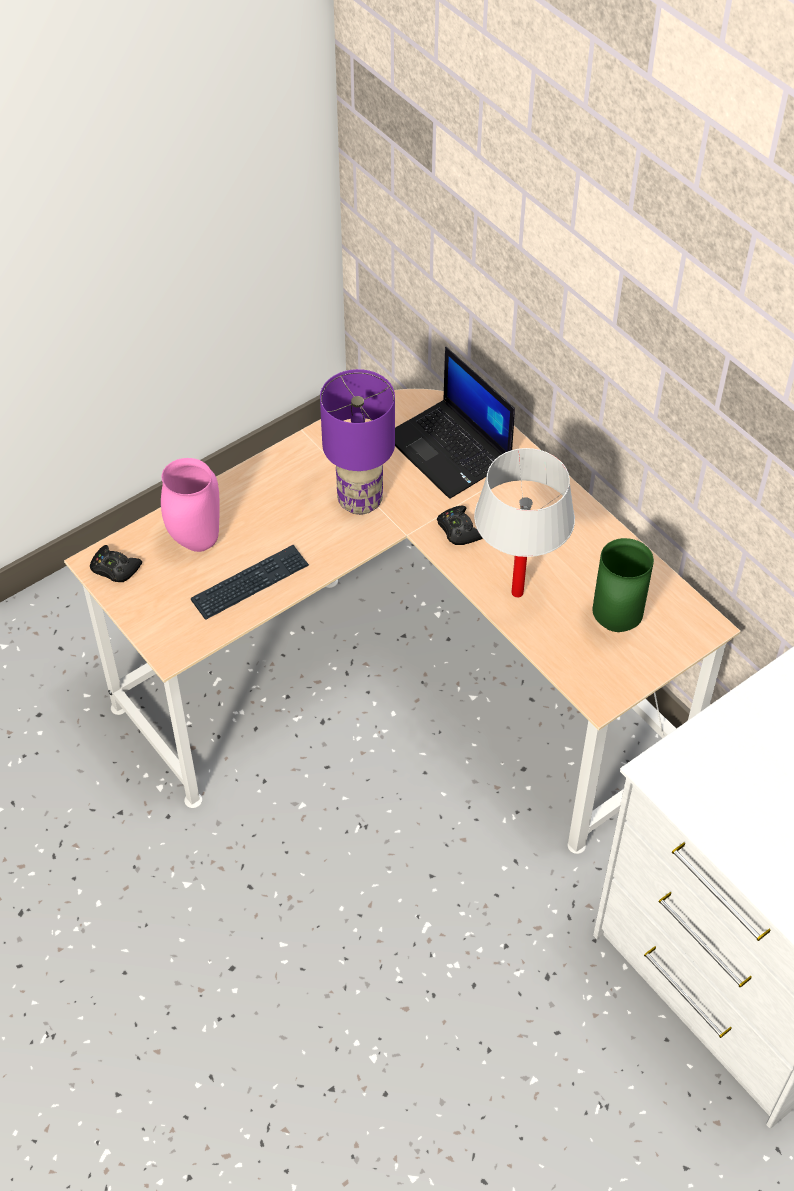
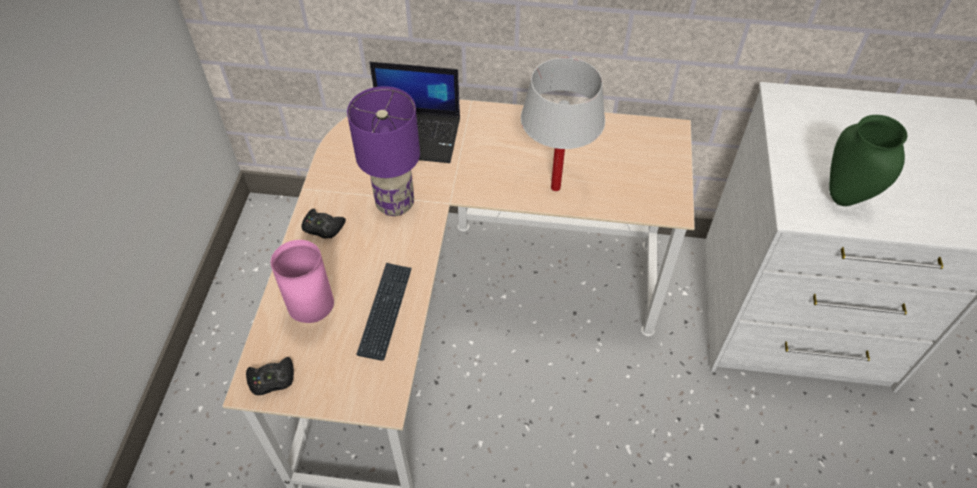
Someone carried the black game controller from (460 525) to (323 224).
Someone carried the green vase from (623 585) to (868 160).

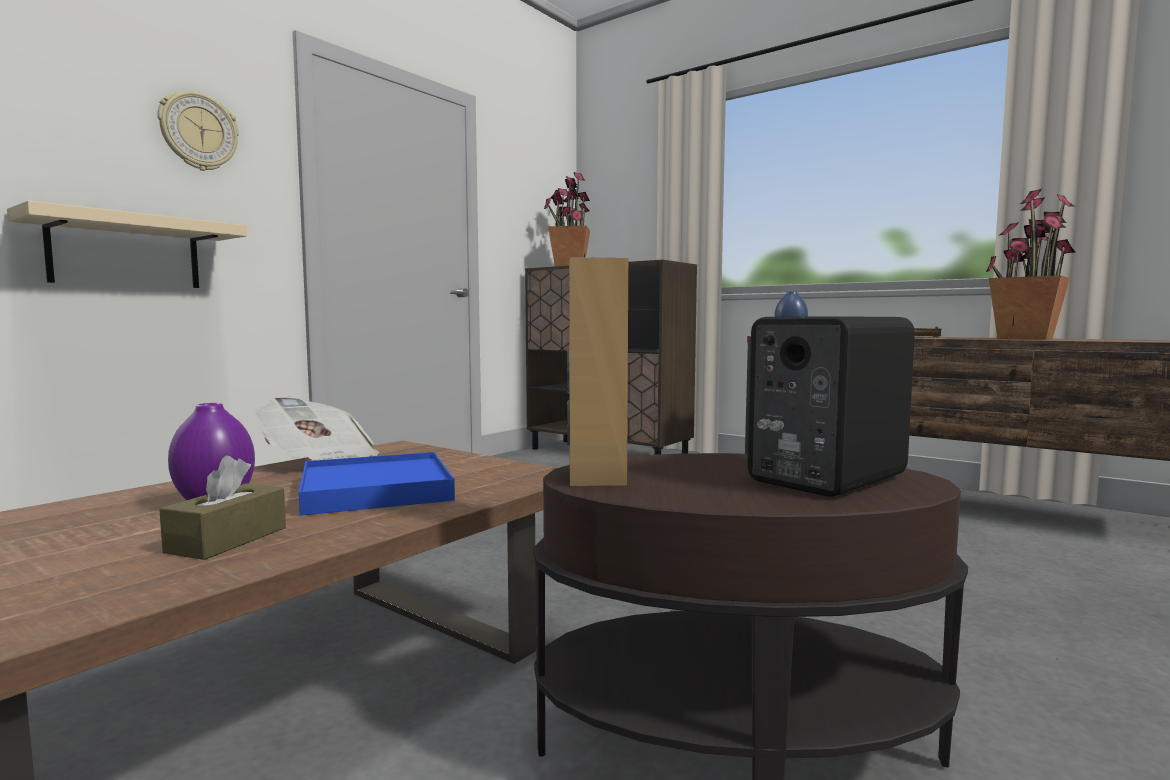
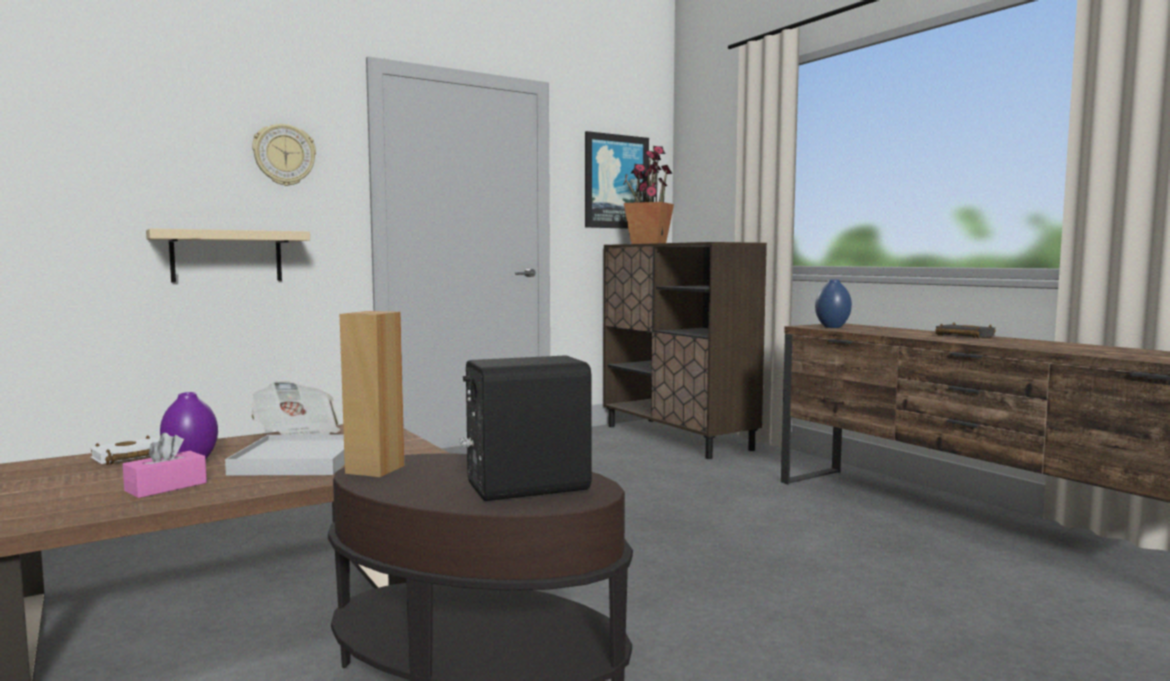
Someone repainted the brown tissue box at (222 508), which became the pink tissue box at (165 465).
Someone repainted the blue tray at (377 484), which became the white tray at (285 455).
Someone took away the potted plant at (1031 264).
Someone put down the white book at (124 450).
Someone put up the picture at (617 180).

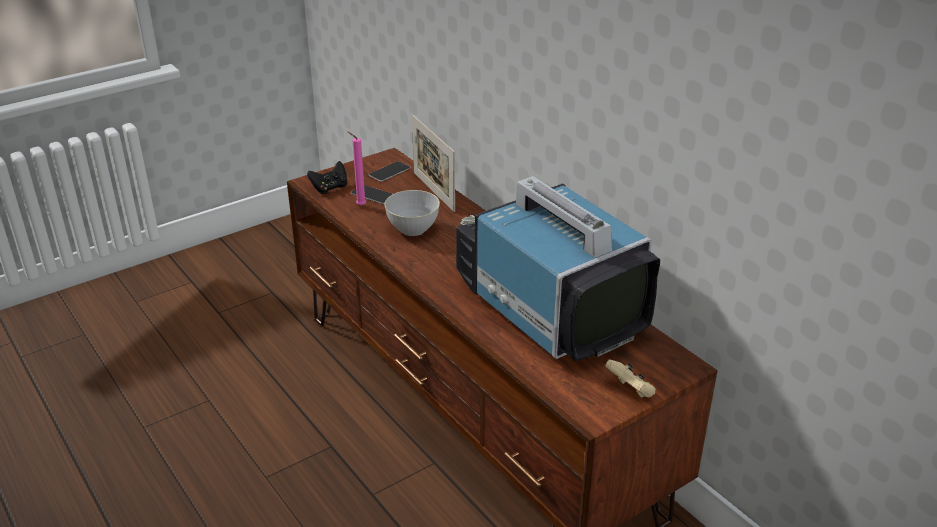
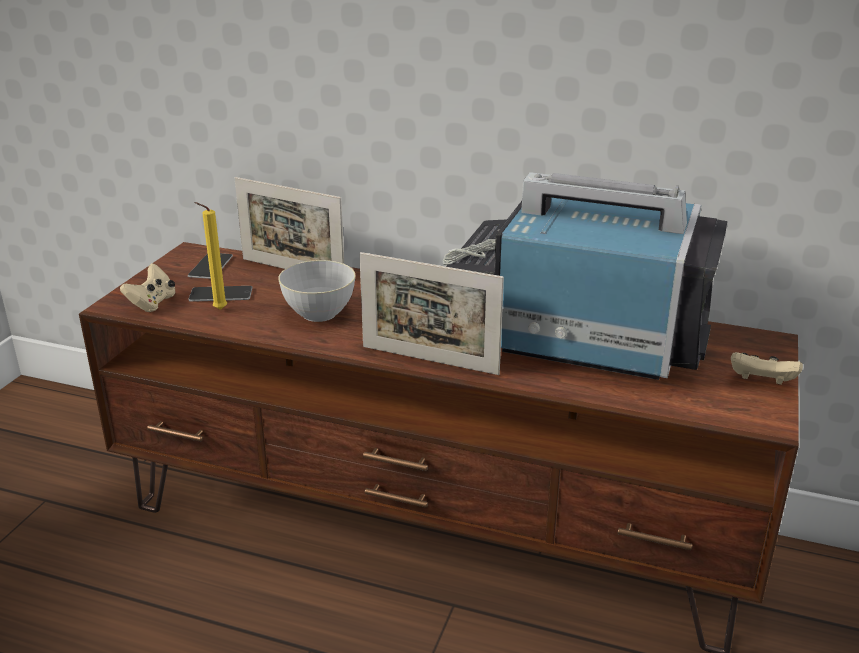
Someone repainted the black game controller at (327 177), which became the beige game controller at (148 287).
Someone repainted the pink candle at (357 169), which became the yellow candle at (211 256).
Someone put down the picture frame at (431 313).

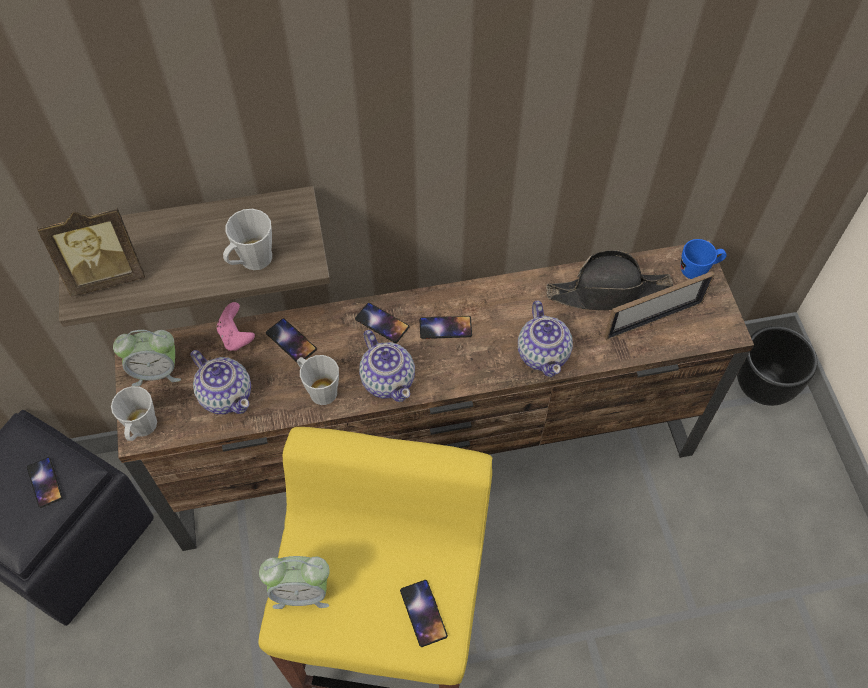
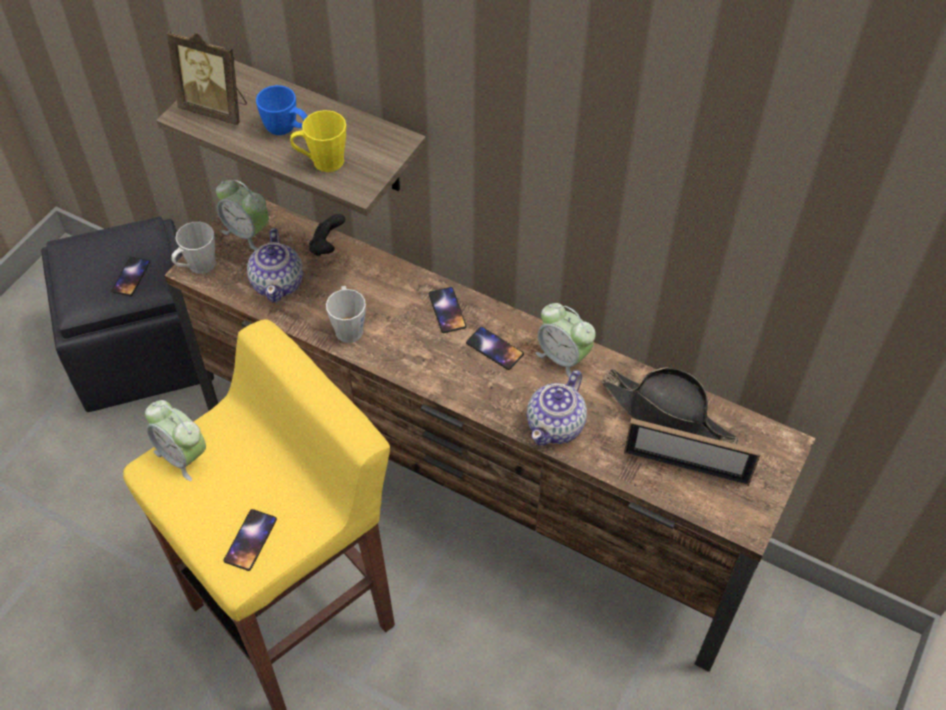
Someone repainted the pink game controller at (236 326), which became the black game controller at (327 235).
Someone repainted the grey mug at (247 239), which became the yellow mug at (318 141).
Someone took away the phone at (291 340).
Someone took away the teapot at (387 366).
Someone carried the blue mug from (704 259) to (282 110).
Someone took away the black planter at (777 366).
Someone put down the alarm clock at (565 340).

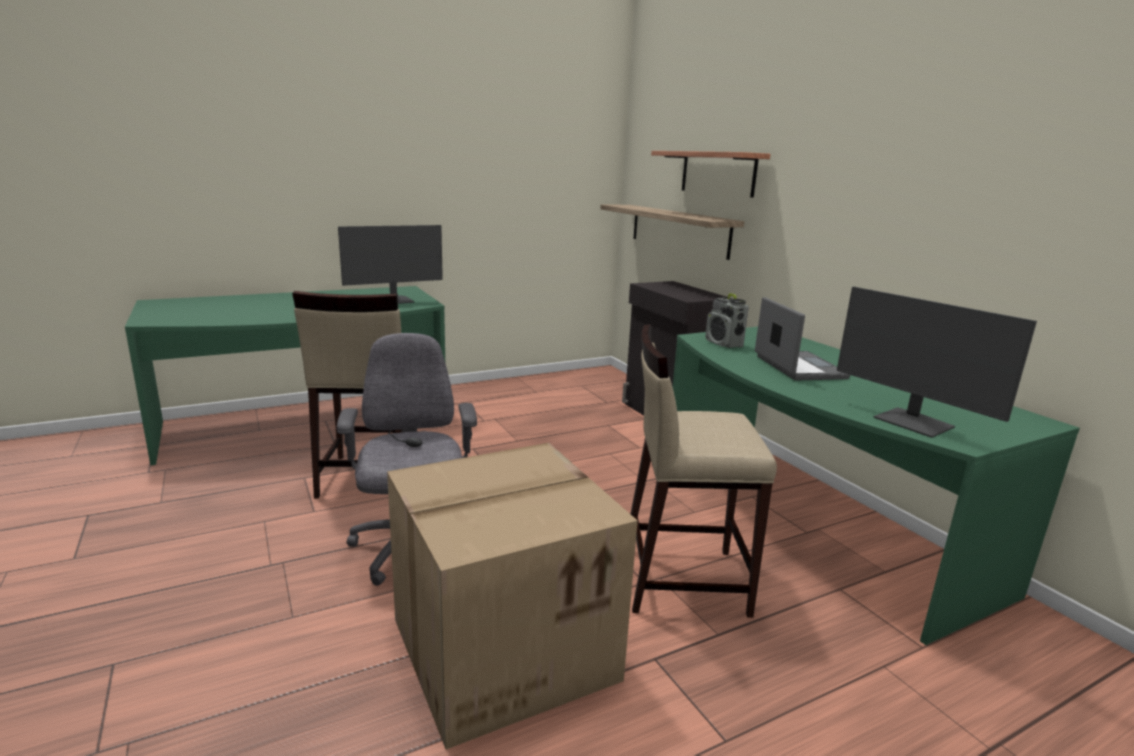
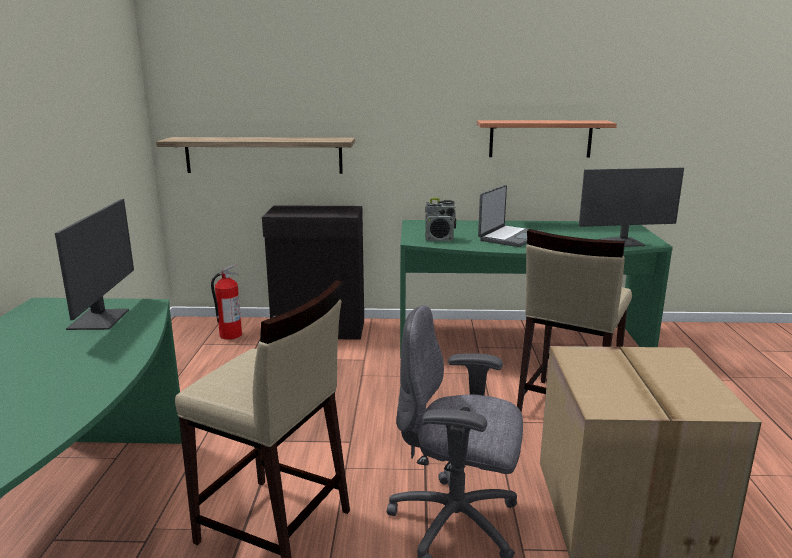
Someone carried the shelf from (711 174) to (547 139).
Someone rotated the laptop at (802 339) by 105 degrees clockwise.
Someone put down the fire extinguisher at (226 302).

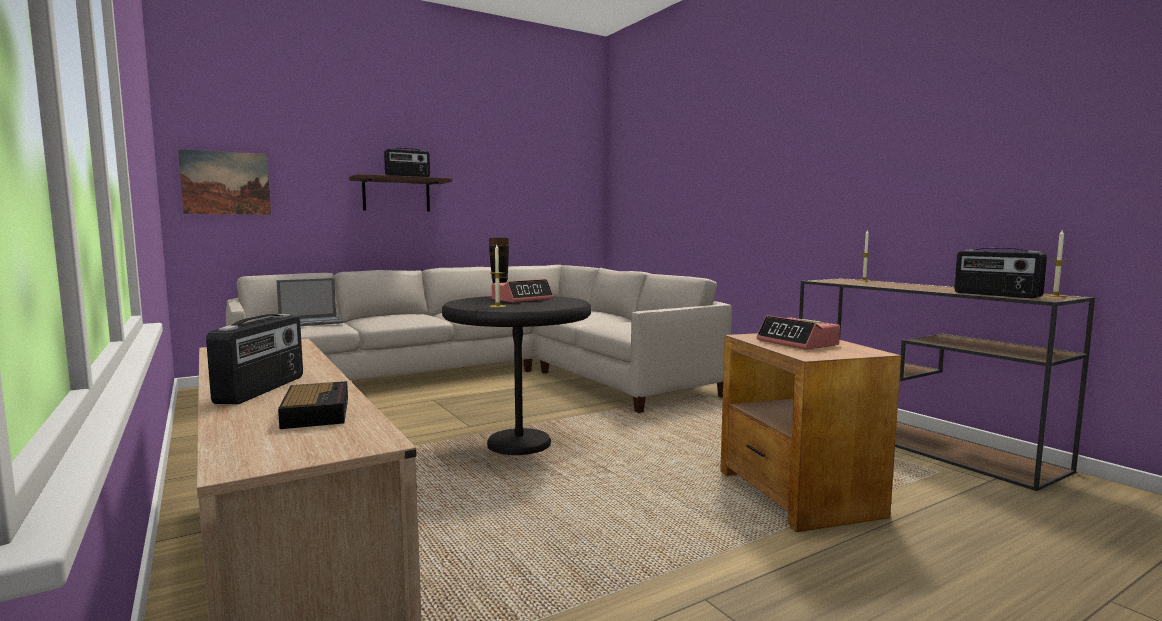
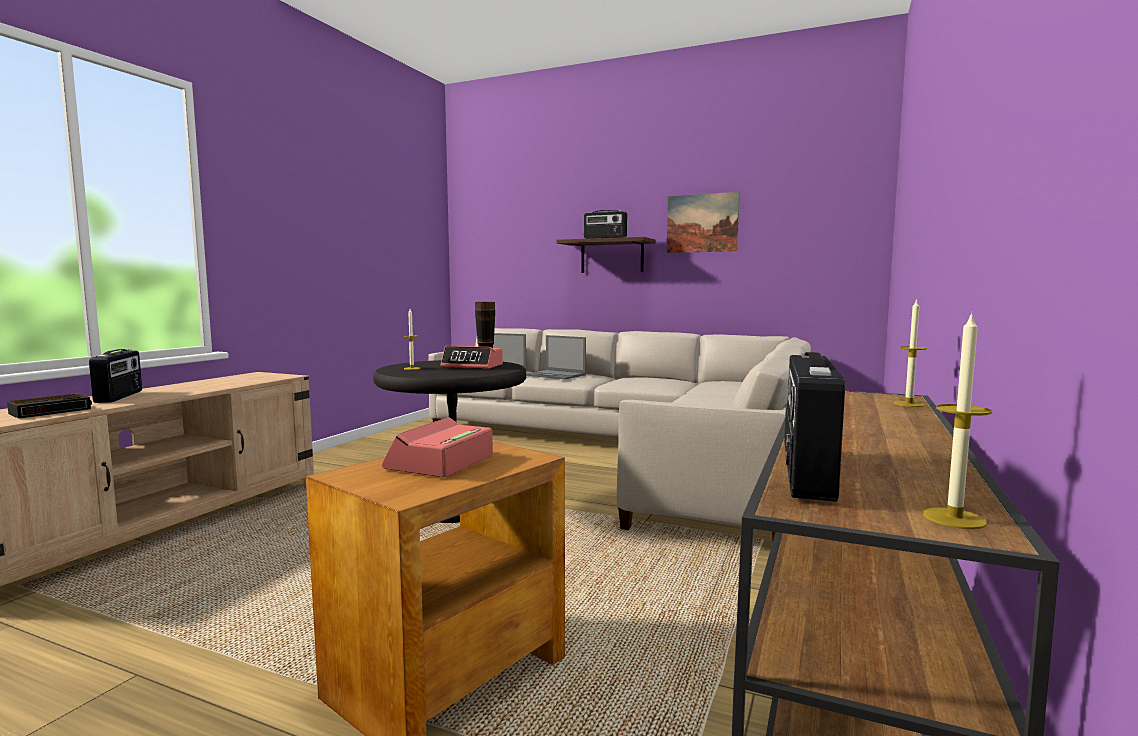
Someone carried the picture from (224 182) to (703 222).
Someone rotated the radio at (254 359) by 75 degrees counterclockwise.
Someone put down the laptop at (556 357).

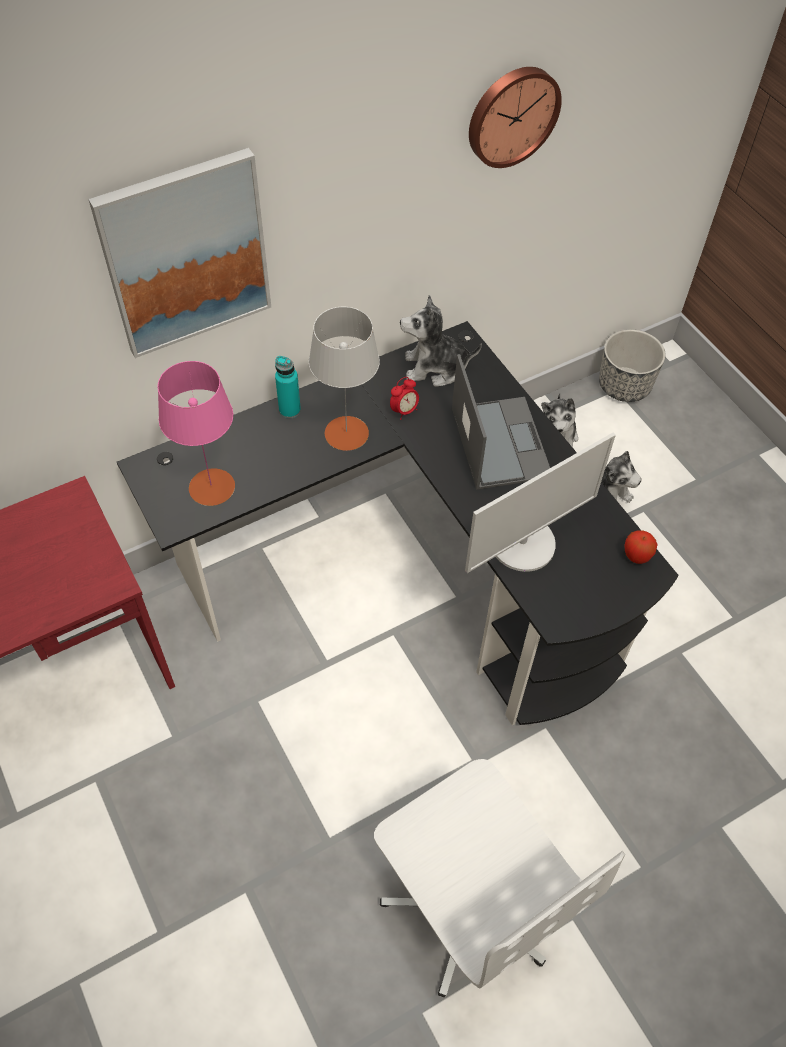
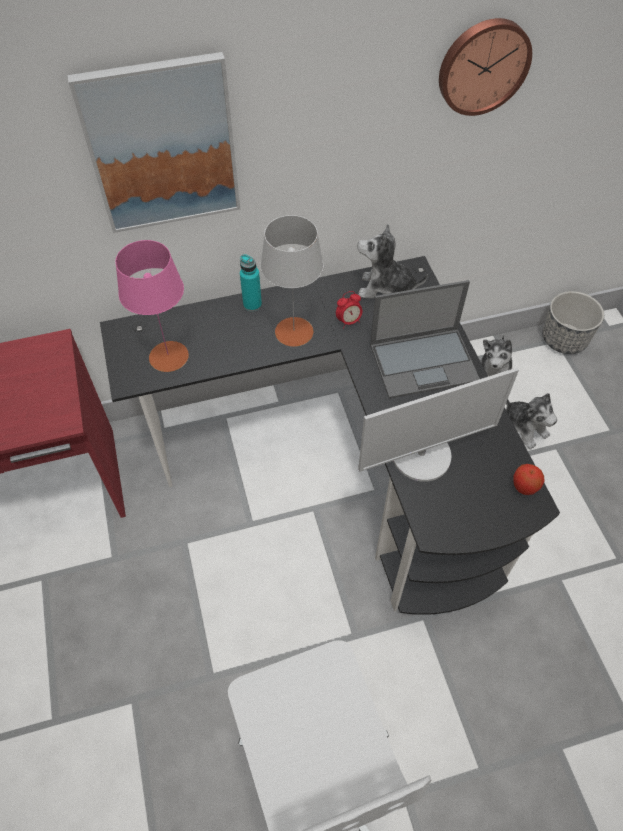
Someone rotated the laptop at (501 422) by 75 degrees clockwise.

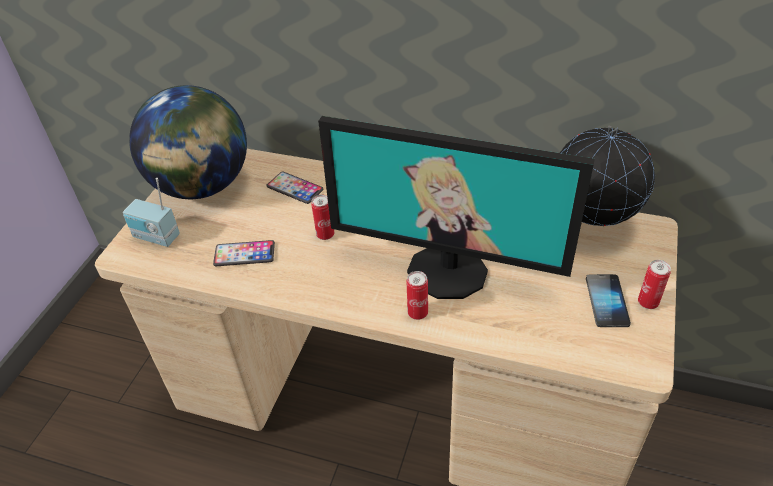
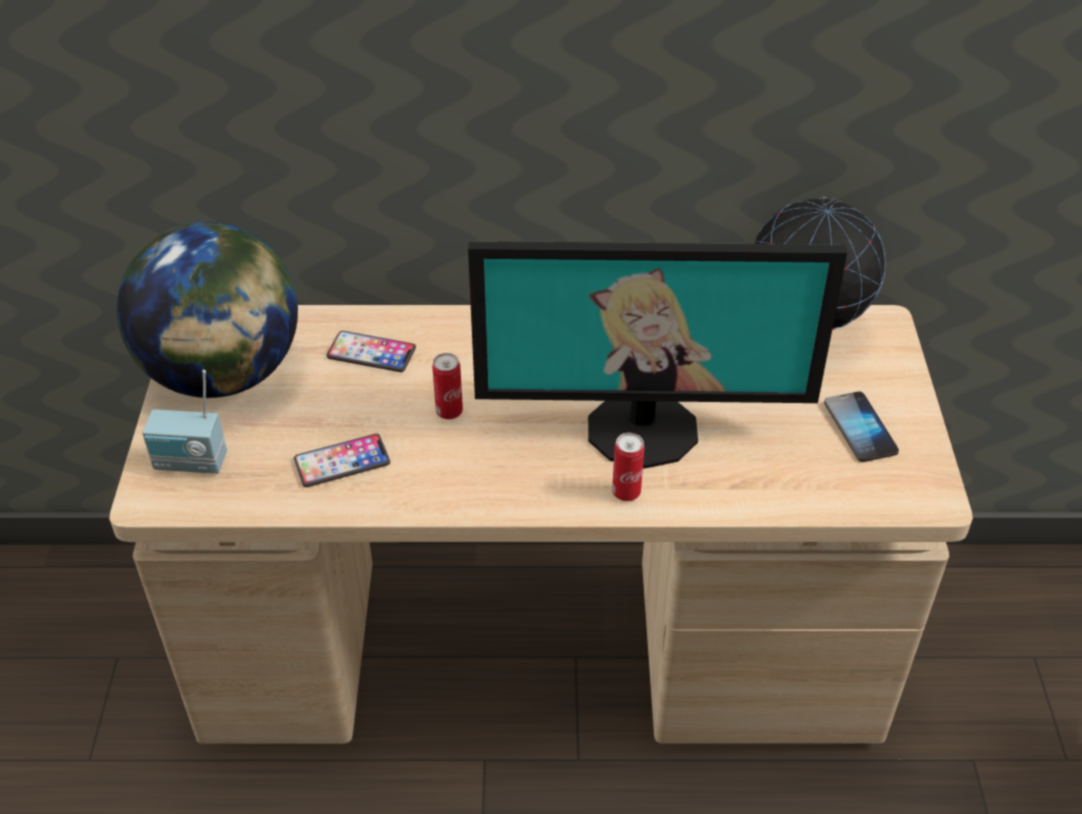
Someone took away the can at (654 284).

